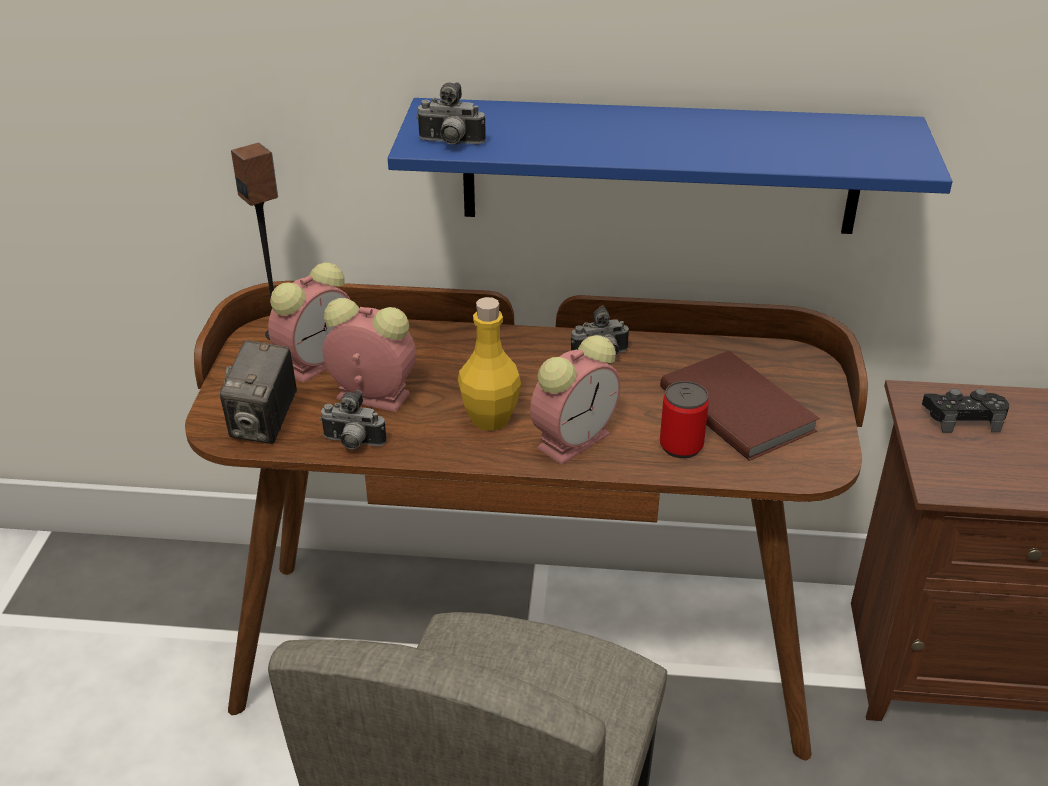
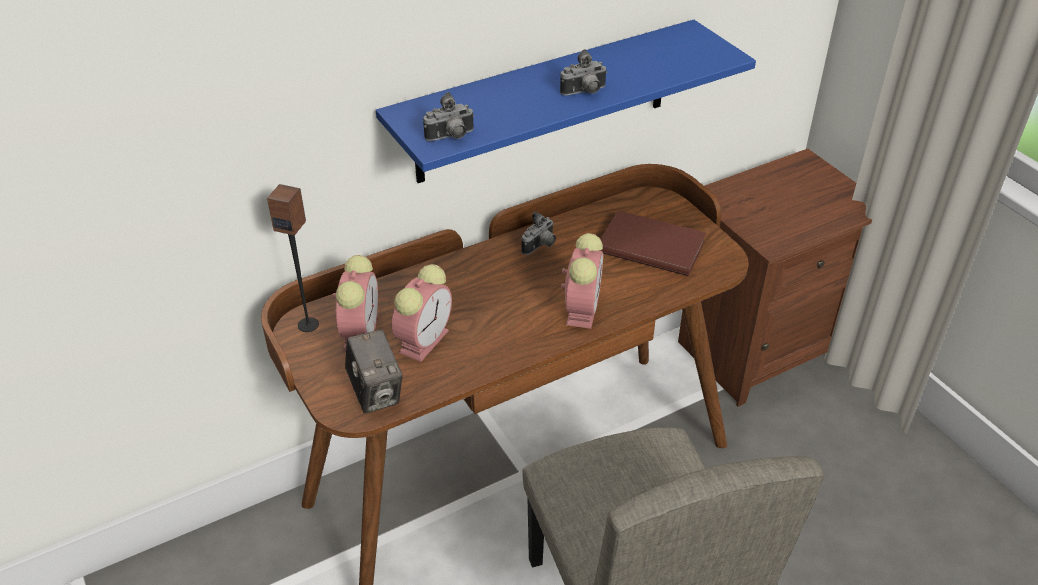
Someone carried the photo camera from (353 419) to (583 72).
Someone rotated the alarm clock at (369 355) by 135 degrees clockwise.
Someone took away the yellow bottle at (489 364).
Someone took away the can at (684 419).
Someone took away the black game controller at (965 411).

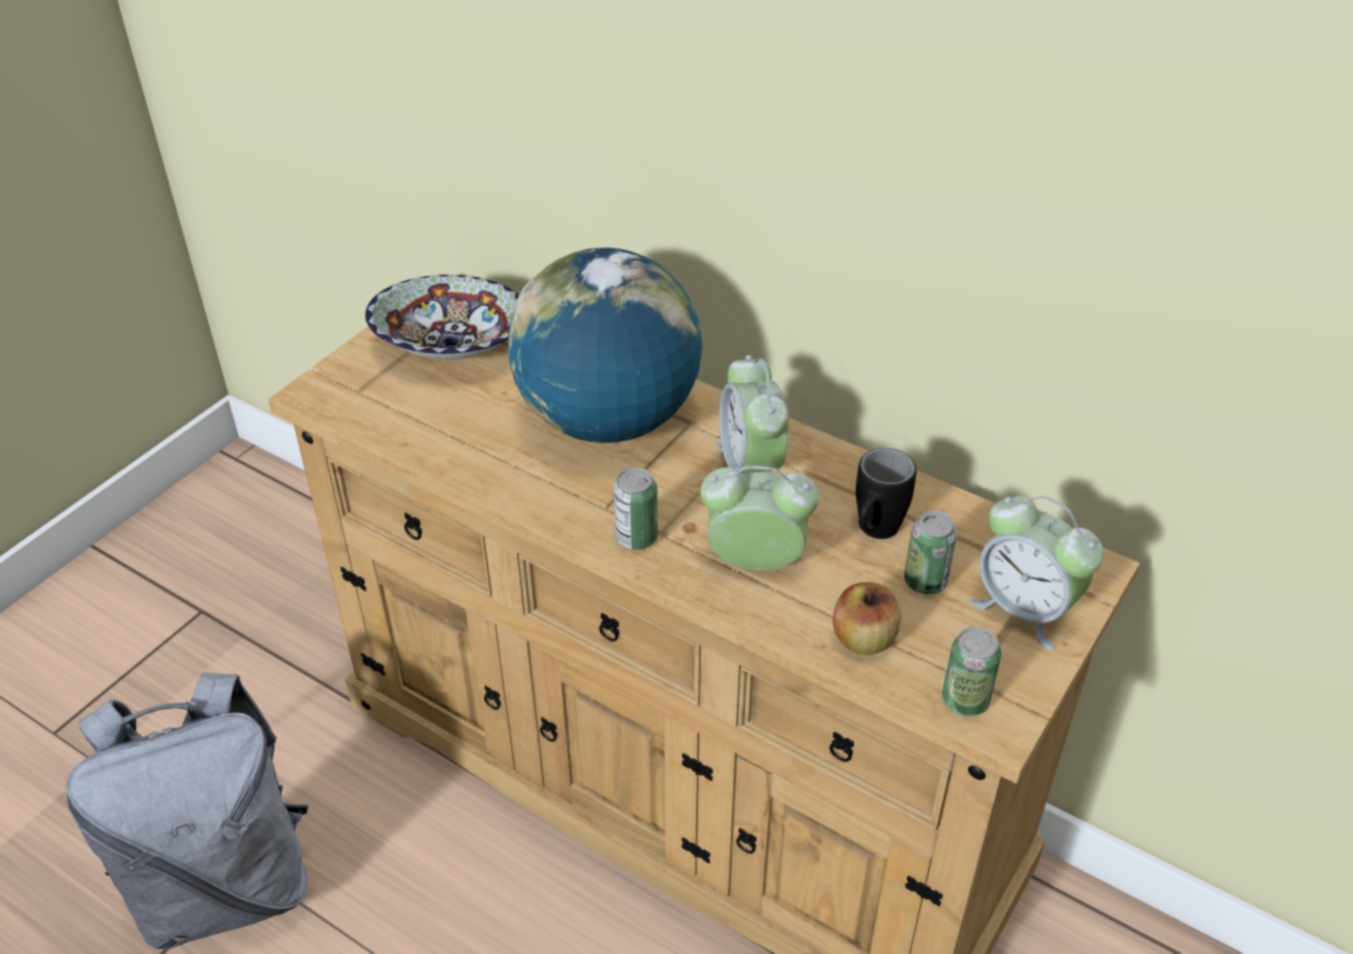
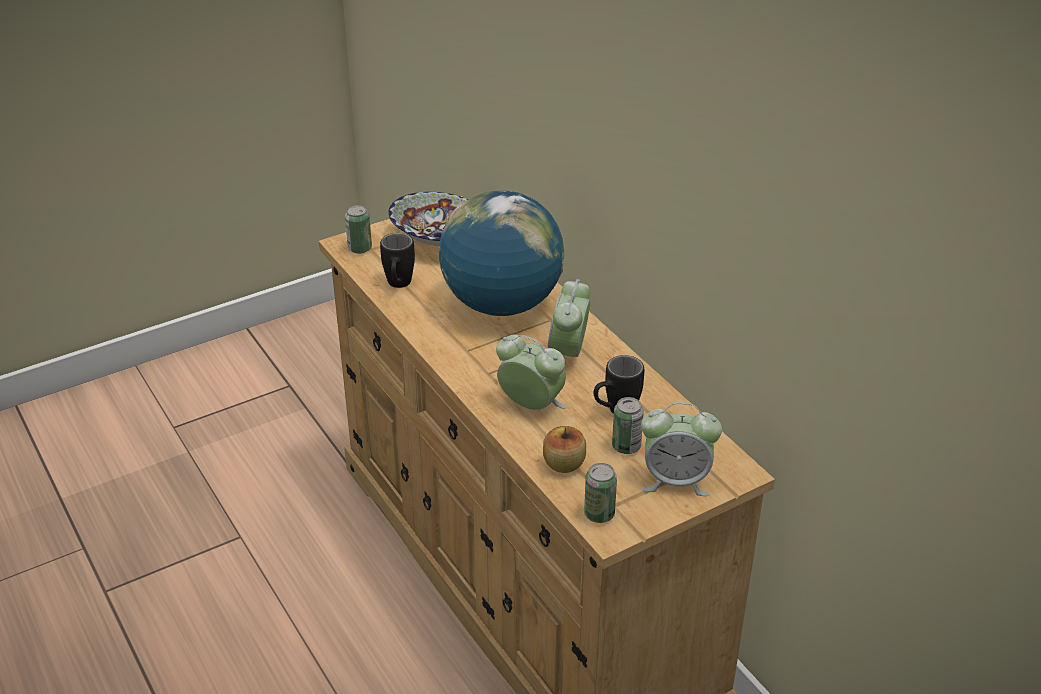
Someone took away the grey backpack at (187 810).
Someone carried the can from (636 508) to (358 229).
Someone rotated the alarm clock at (1036 573) by 60 degrees counterclockwise.
Someone put down the black mug at (397 260).

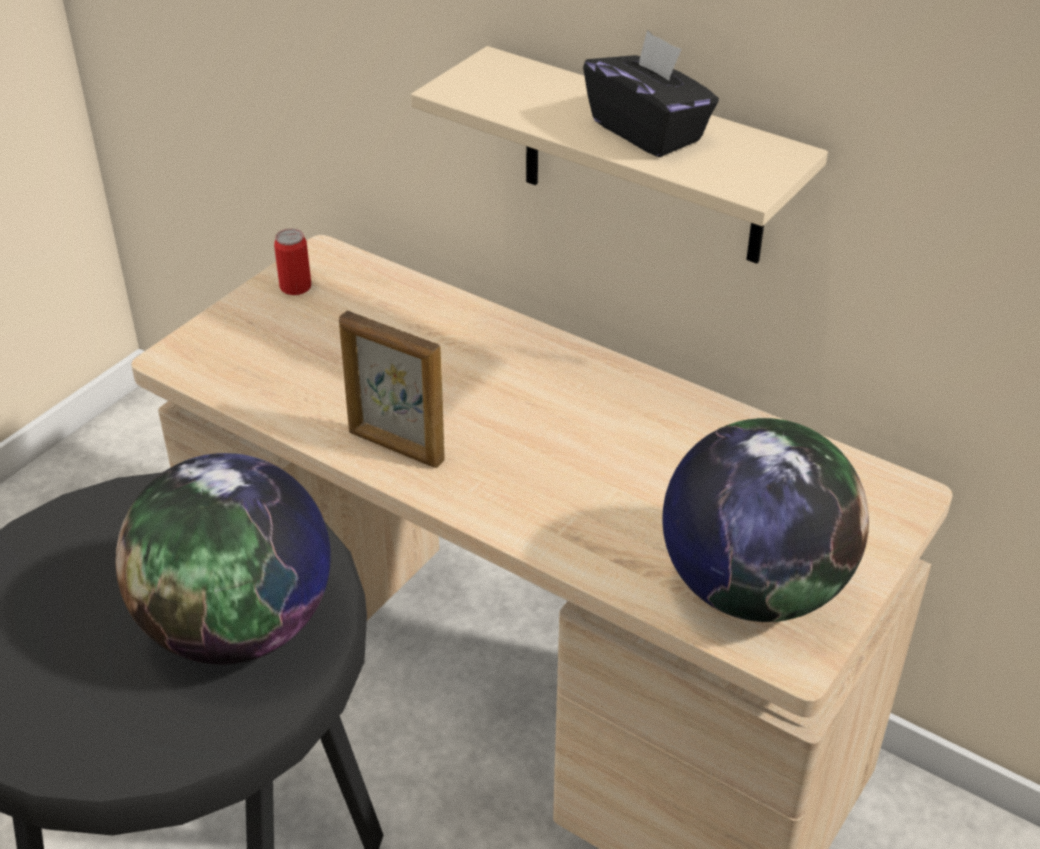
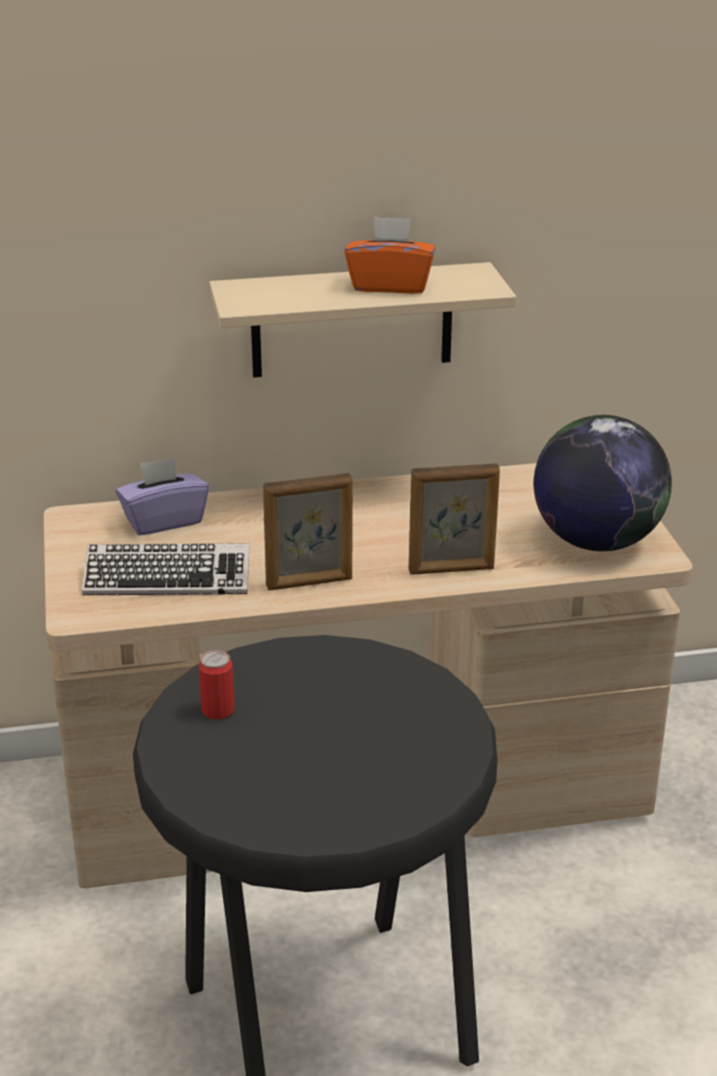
Someone took away the globe at (223 559).
Someone carried the can from (292 262) to (217 684).
Someone repainted the black tissue box at (651 93), which became the orange tissue box at (390 255).
Someone put down the keyboard at (165 569).
Someone put down the purple tissue box at (162 496).
Someone put down the picture frame at (454 519).

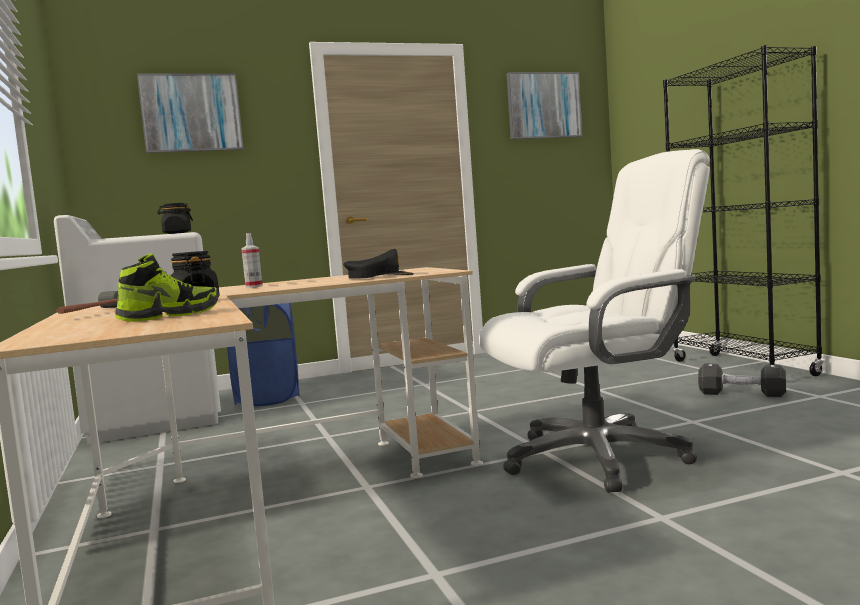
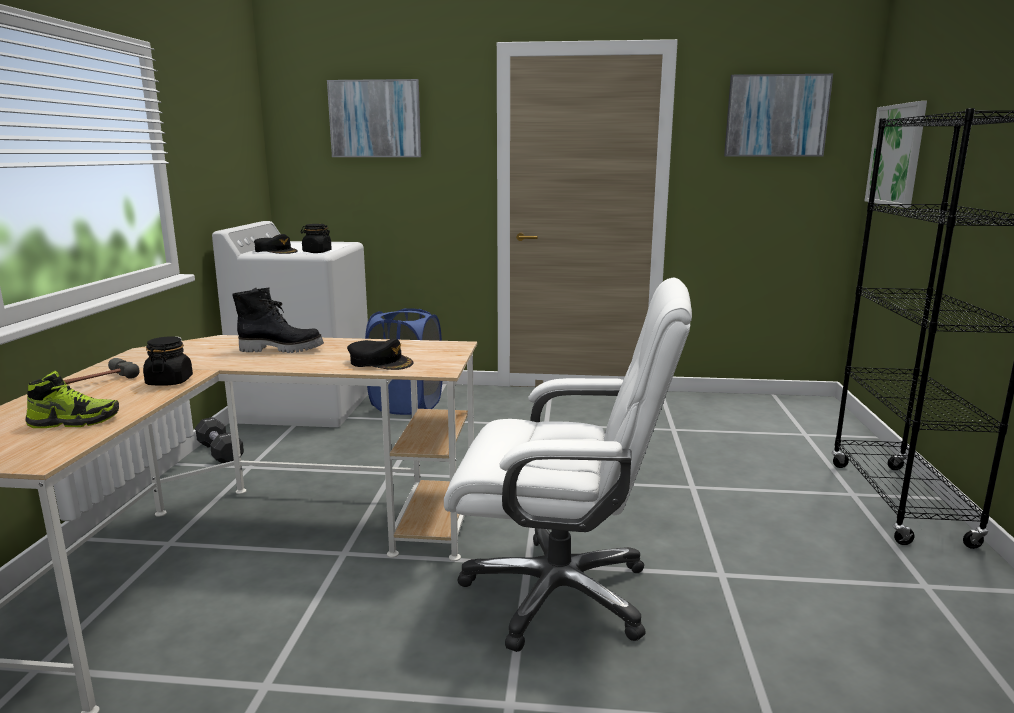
Someone swapped the spray bottle at (252 260) for the black boot at (278 320).
Someone carried the black dumbbell from (742 380) to (219 440).
Someone put down the black cap at (275 244).
Someone put up the picture at (896 154).

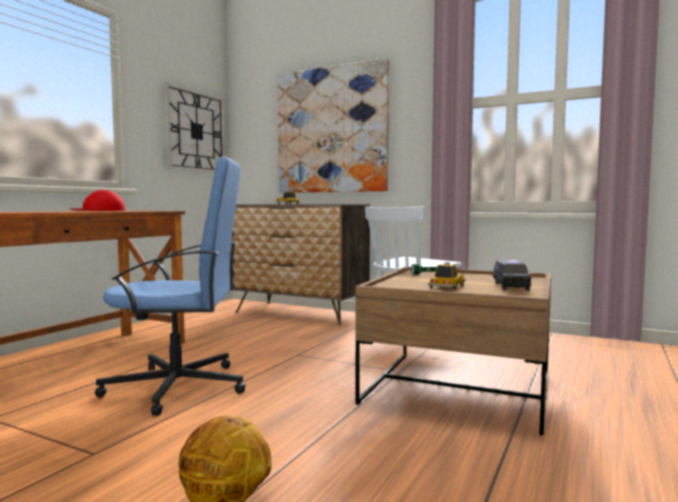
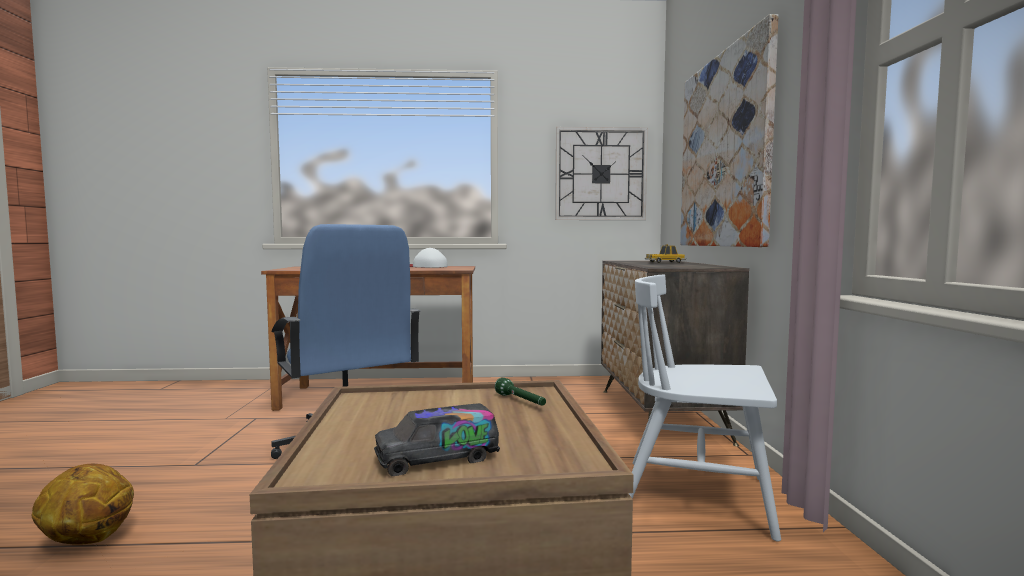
Someone repainted the red cap at (97 200), which became the white cap at (428 258).
Someone took away the toy car at (446 276).

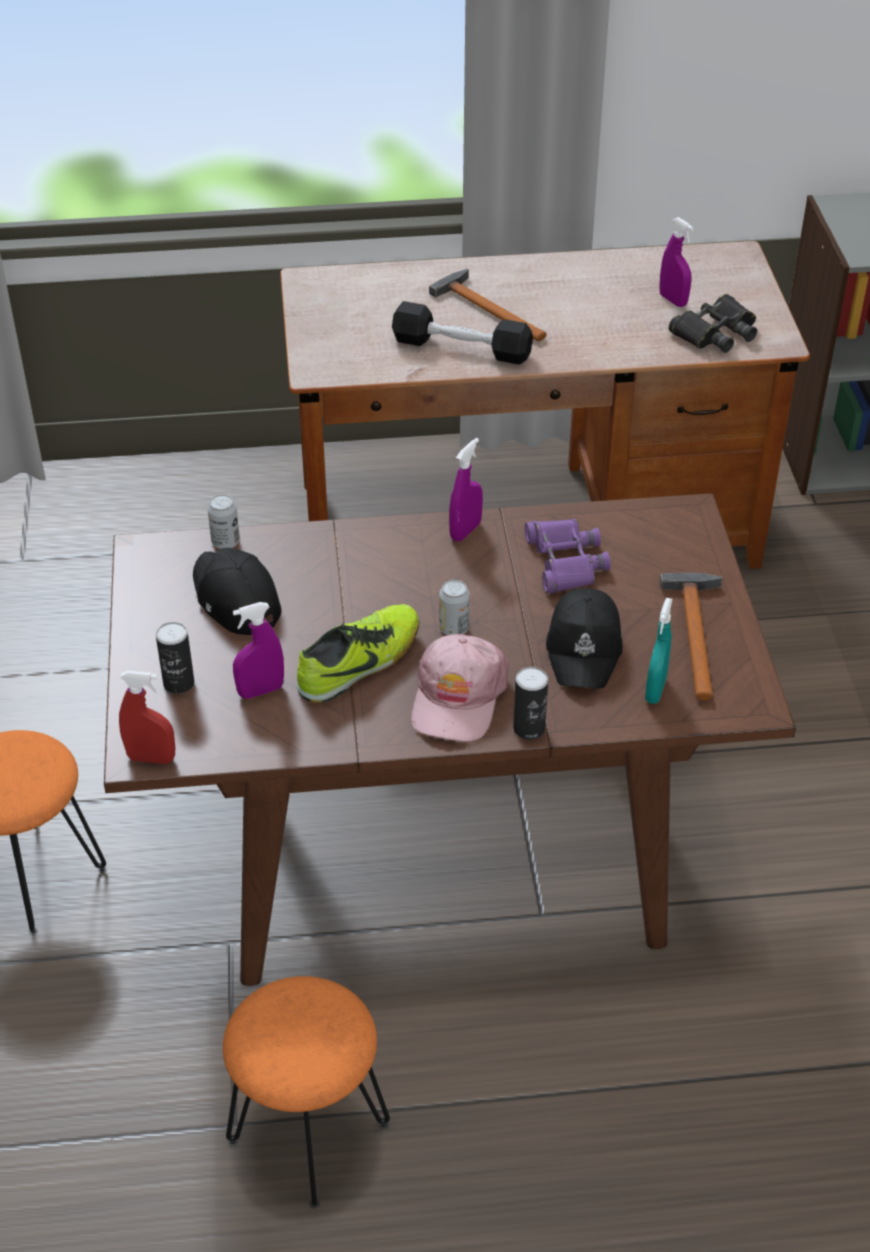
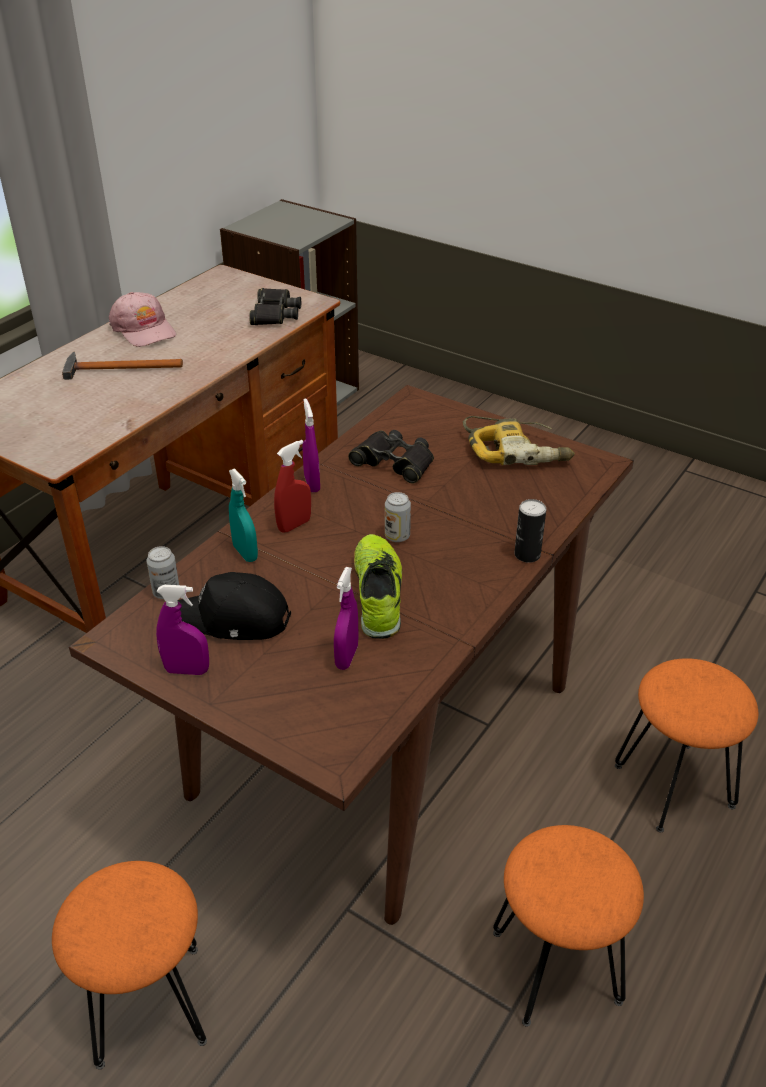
Someone carried the red spray bottle from (147 717) to (292 486).
Someone took away the can at (175 658).
Someone took away the black dumbbell at (462 332).
Someone carried the pink cap from (460 688) to (142 319).
Someone repainted the purple binoculars at (568 556), which became the black binoculars at (391 457).
Someone took away the black cap at (584 638).
Someone carried the turquoise spray bottle from (659 651) to (243 515).
Someone carried the purple spray bottle from (676 262) to (182 630).
Someone swapped the hammer at (691 636) for the power drill at (519 440).
Someone put down the orange stool at (686 745).

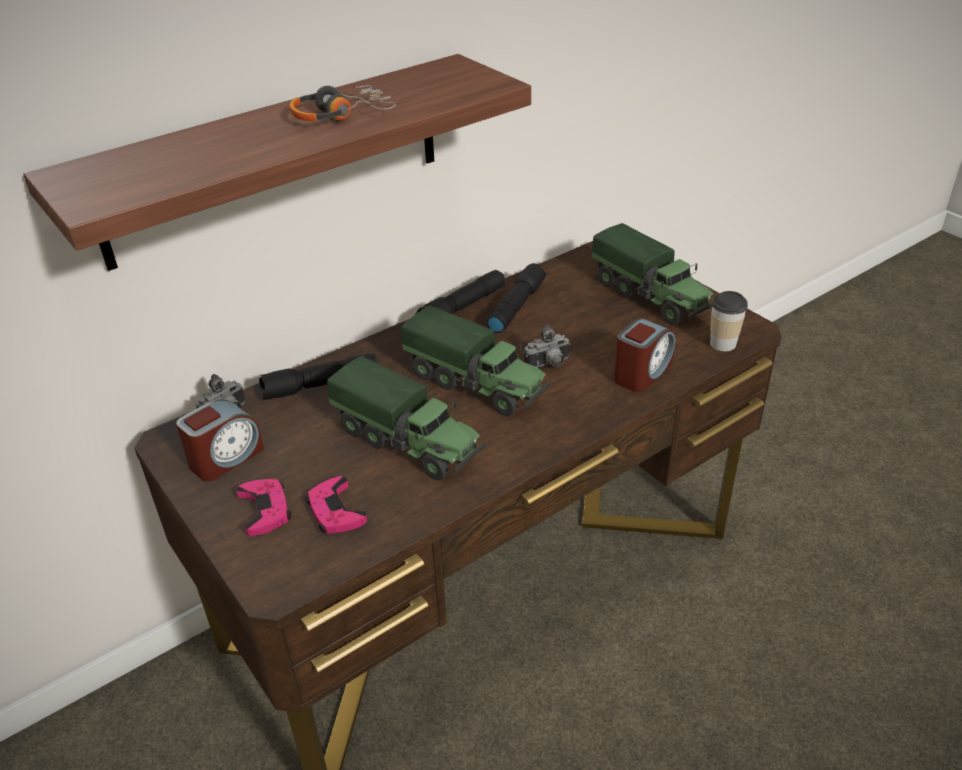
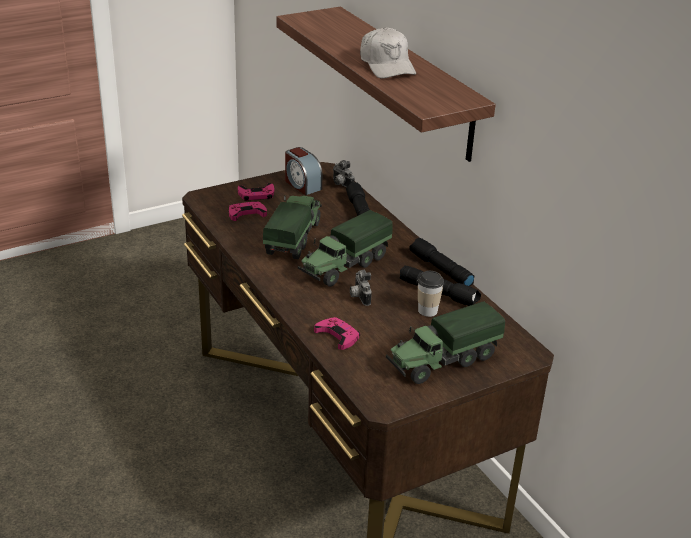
Someone swapped the headphones at (343 102) for the white cap at (388 53).
Someone rotated the toy truck at (406 418) by 150 degrees clockwise.
Someone swapped the alarm clock at (644 355) for the pink game controller at (337 333).
Someone carried the cup from (729 321) to (431 294).

